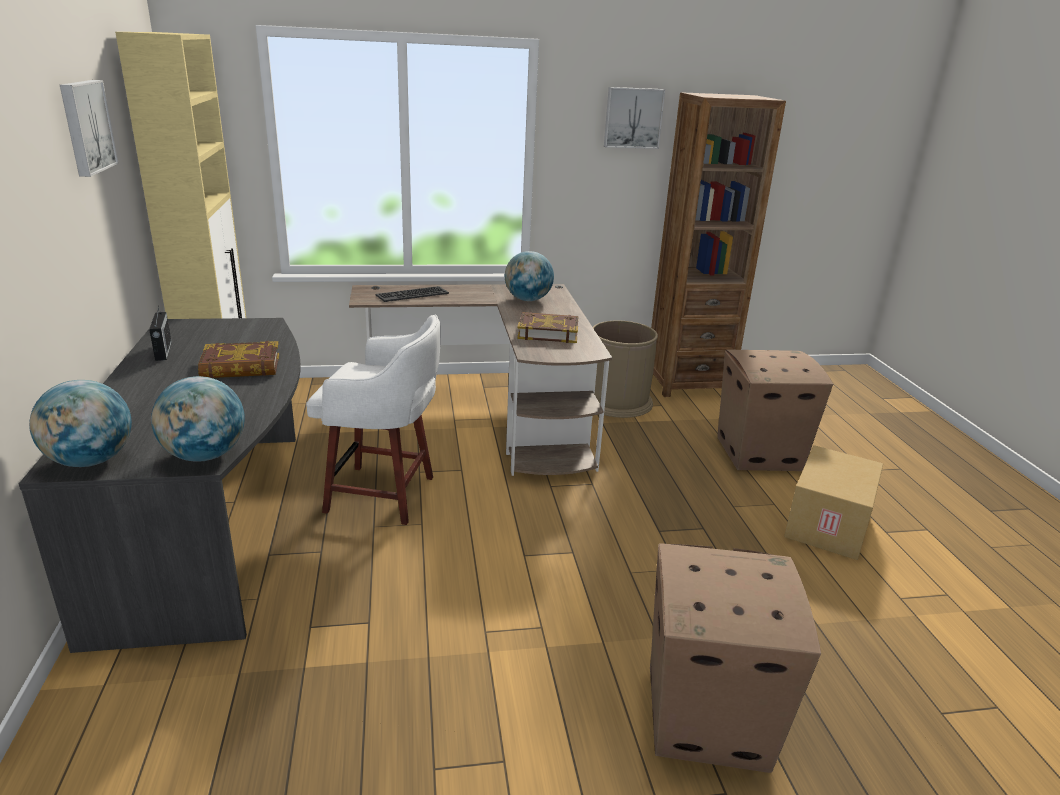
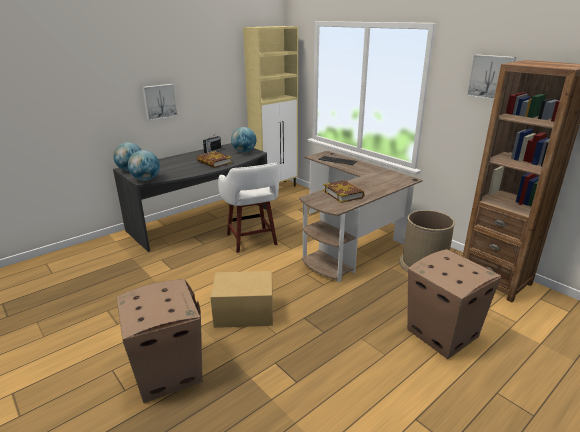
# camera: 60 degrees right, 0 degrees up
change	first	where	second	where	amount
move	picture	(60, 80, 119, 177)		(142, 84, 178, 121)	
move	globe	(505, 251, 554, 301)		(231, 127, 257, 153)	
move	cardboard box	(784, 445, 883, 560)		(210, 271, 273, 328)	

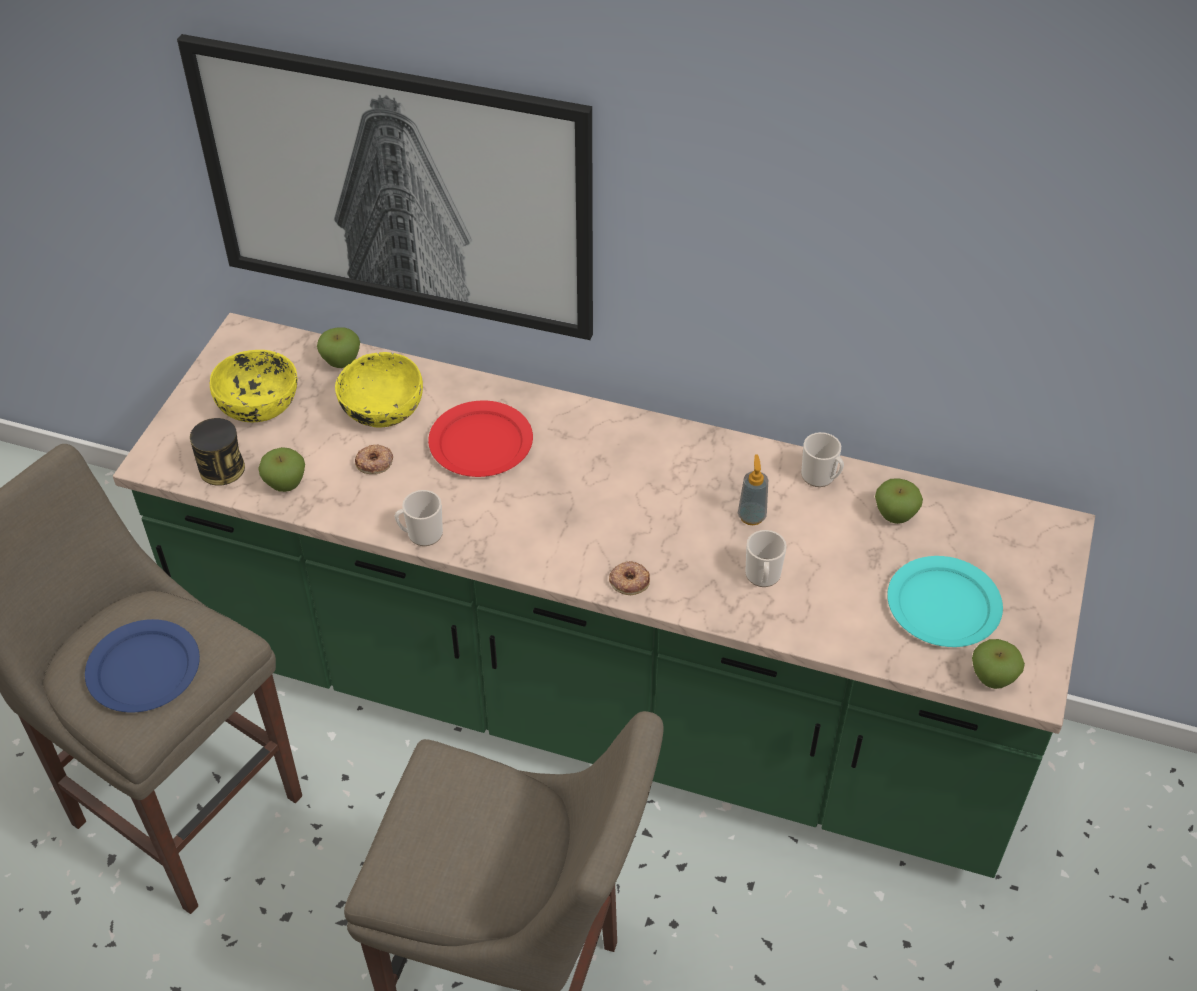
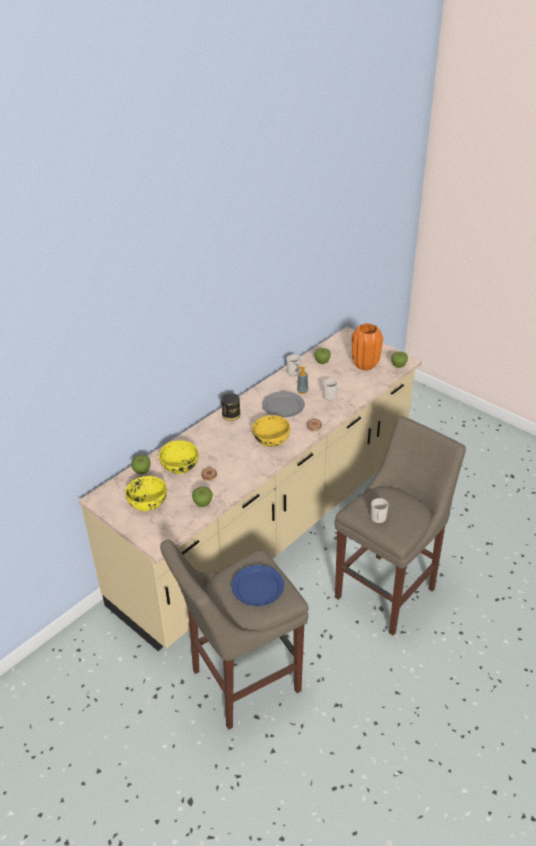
# camera: 65 degrees left, 10 degrees down
change	first	where	second	where	amount
recolor	green counter	(113, 313, 1095, 878)	beige counter	(79, 327, 422, 651)	
delete	picture	(177, 34, 593, 340)			
move	can	(190, 418, 245, 486)		(221, 393, 240, 421)	
move	mug	(395, 490, 443, 546)		(371, 498, 388, 523)	
delete	red plate	(428, 401, 533, 477)			
replace	turquoise plate	(887, 556, 1003, 647)	orange vase	(352, 323, 383, 371)	
insert			yellow bowl	(252, 415, 290, 447)	
insert			grey plate	(262, 391, 305, 418)	

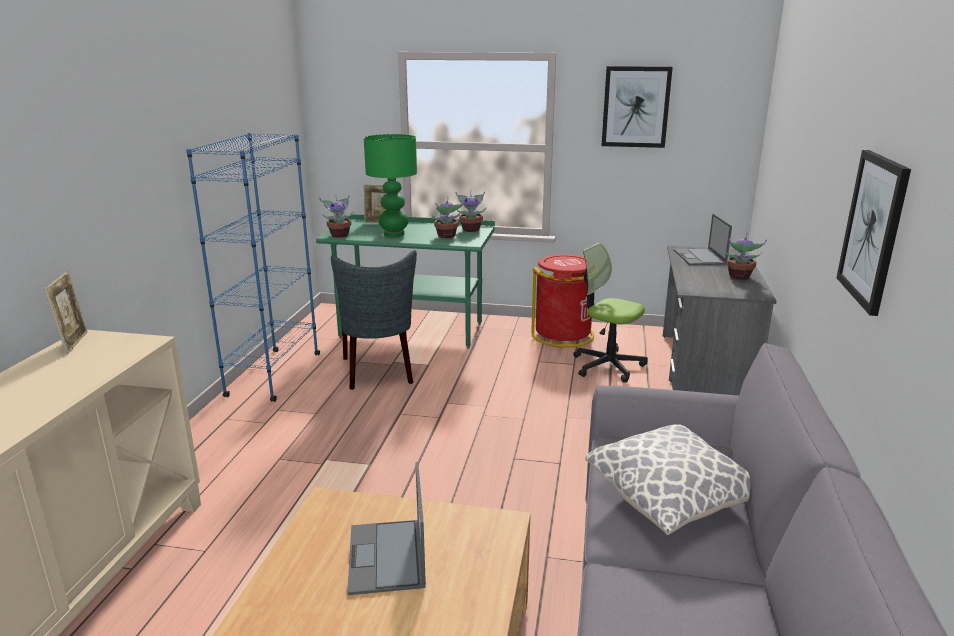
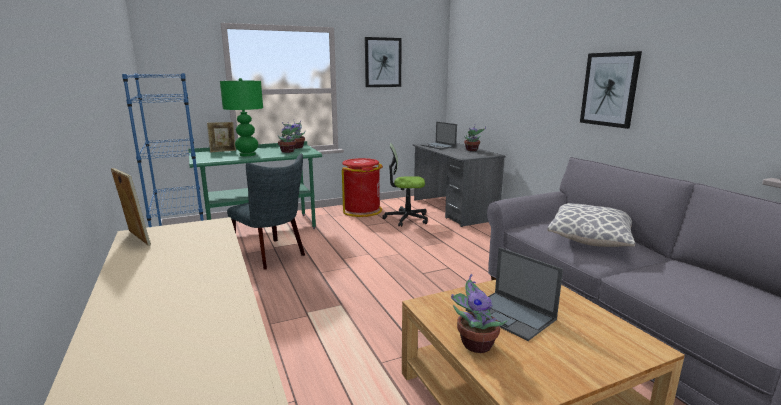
# camera: 35 degrees left, 5 degrees down
change	first	where	second	where	amount
move	potted plant	(319, 195, 354, 238)		(451, 274, 508, 353)	

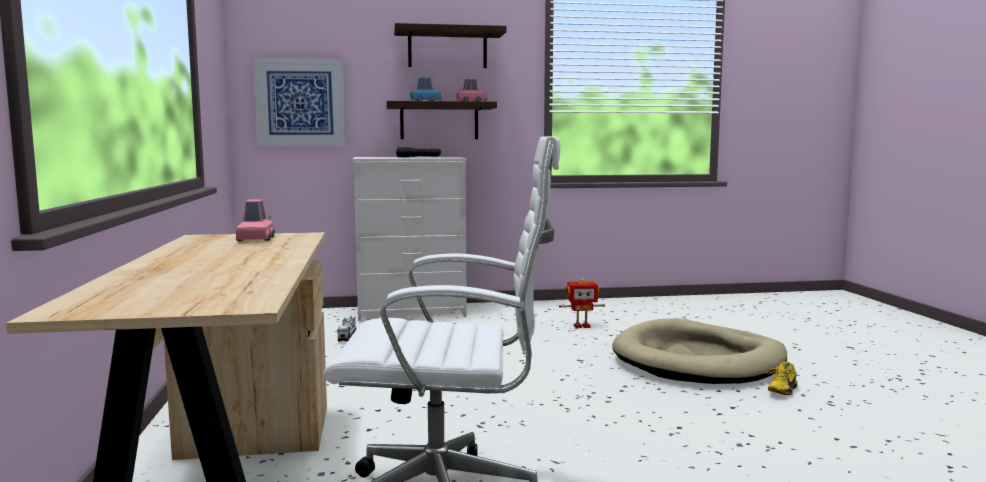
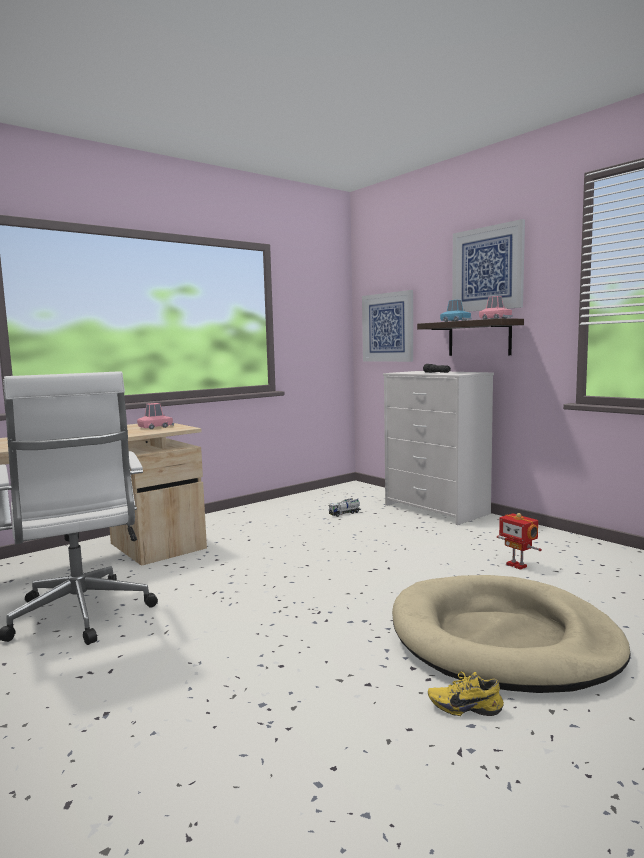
# camera: 60 degrees right, 0 degrees up
change	first	where	second	where	amount
replace	shelf	(394, 23, 506, 68)	picture	(452, 219, 525, 312)	

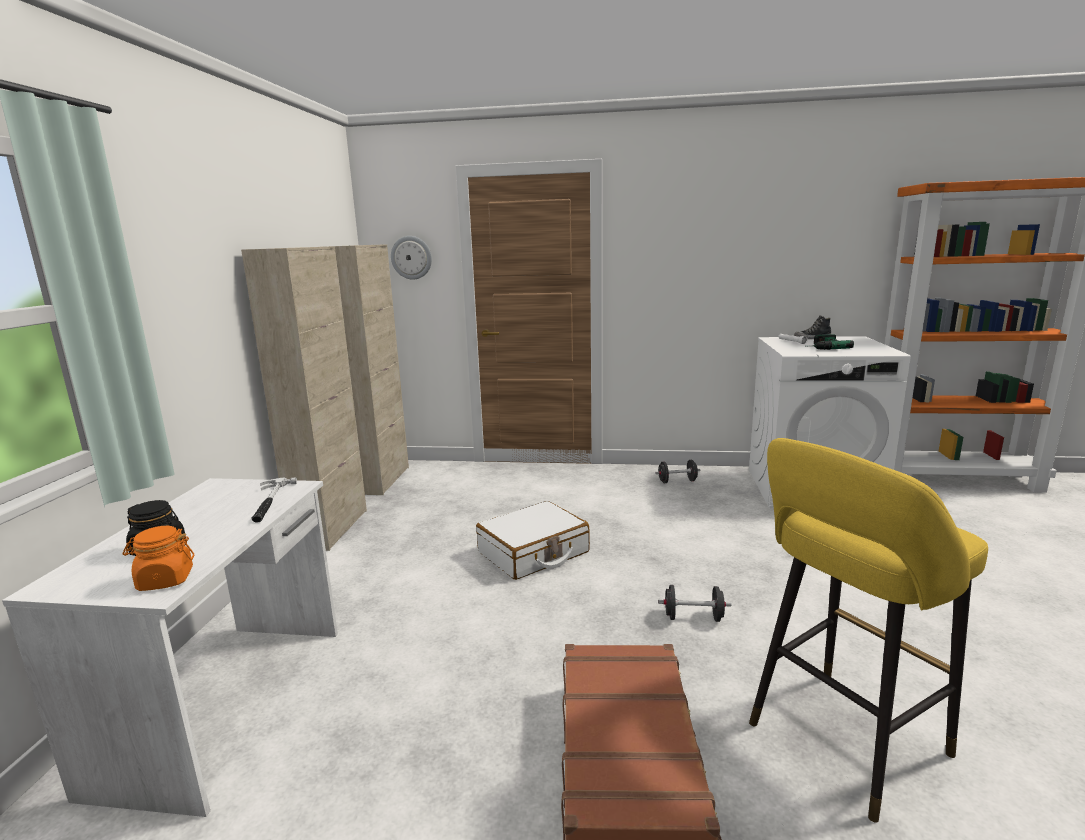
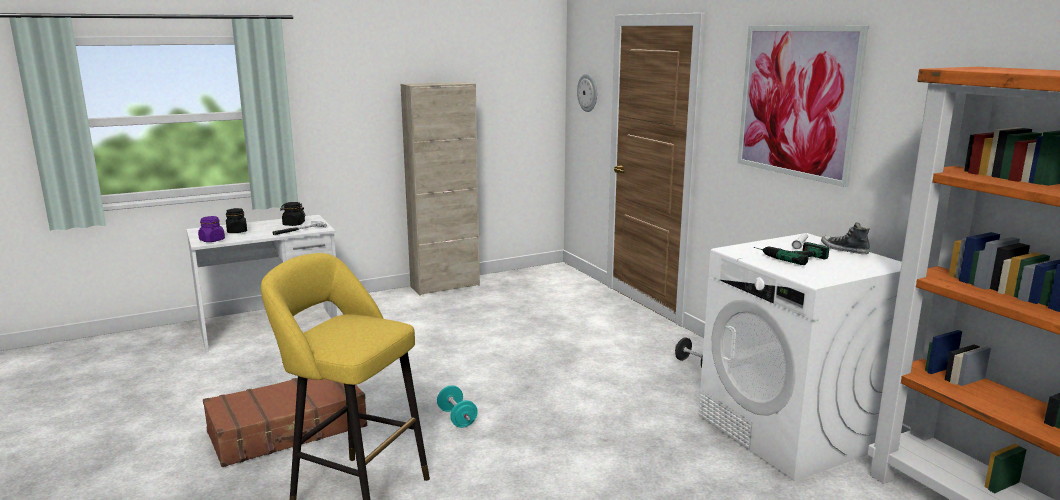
# camera: 55 degrees right, 0 degrees up
change	first	where	second	where	amount
recolor	orange jar	(123, 526, 194, 591)	purple jar	(198, 216, 225, 242)	
delete	beige cabinet	(325, 244, 409, 495)			
delete	white suitcase	(476, 501, 590, 580)			
recolor	black dumbbell	(658, 585, 731, 622)	turquoise dumbbell	(437, 385, 478, 428)	
insert			black jar	(280, 202, 306, 226)	
insert			picture	(738, 26, 868, 187)	

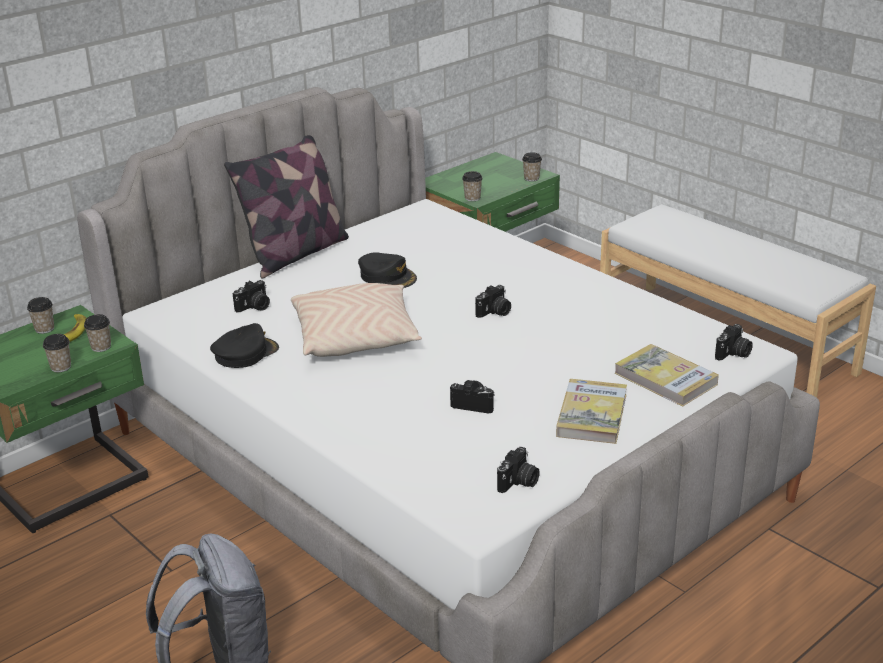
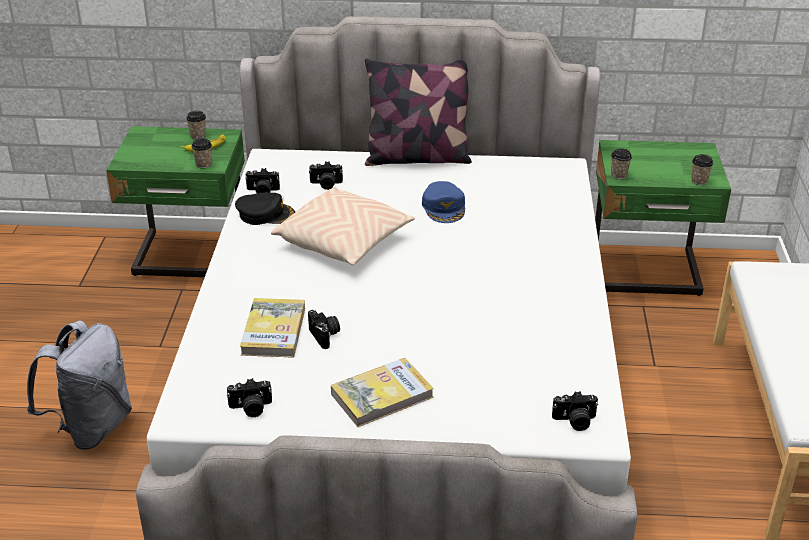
# camera: 45 degrees right, 5 degrees up
change	first	where	second	where	amount
delete	cup	(43, 334, 71, 372)			
recolor	black cap	(358, 252, 417, 288)	blue cap	(422, 181, 465, 223)	
move	photo camera	(475, 285, 511, 318)		(245, 168, 280, 193)	
move	book	(615, 344, 719, 407)		(240, 298, 305, 358)	

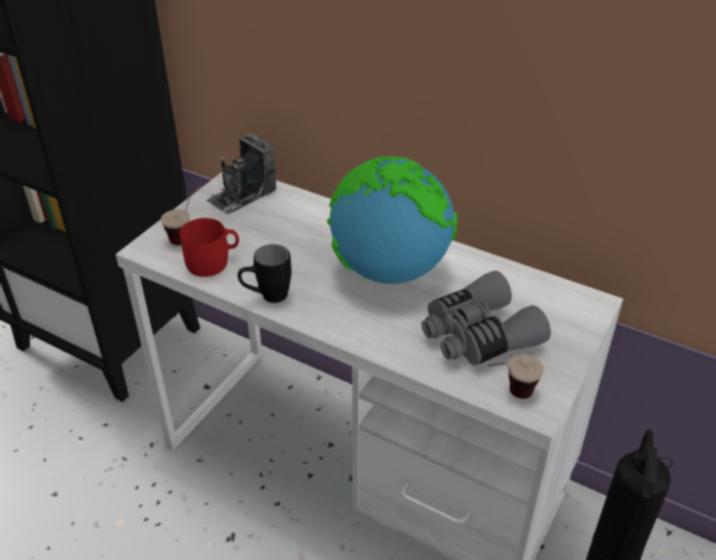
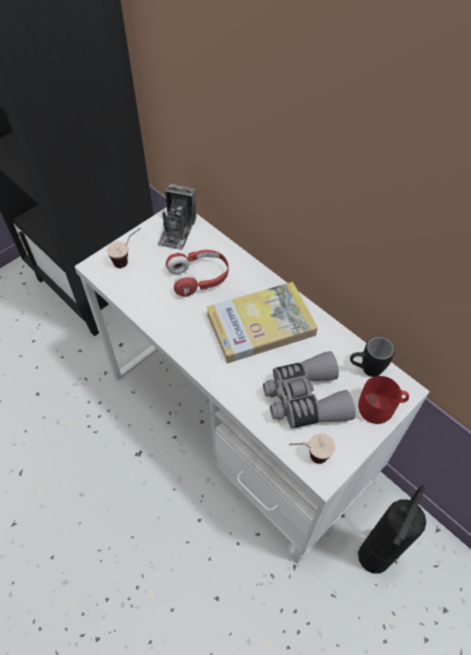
# camera: 15 degrees right, 15 degrees up
change	first	where	second	where	amount
move	red mug	(179, 218, 239, 277)		(358, 376, 409, 424)	
rotate	photo camera	(206, 134, 276, 214)		(157, 184, 196, 250)	45 degrees counterclockwise
move	black mug	(238, 244, 292, 303)		(350, 336, 395, 377)	
replace	globe	(327, 156, 457, 284)	book	(206, 282, 318, 363)	
insert			red headphones	(166, 250, 229, 297)	

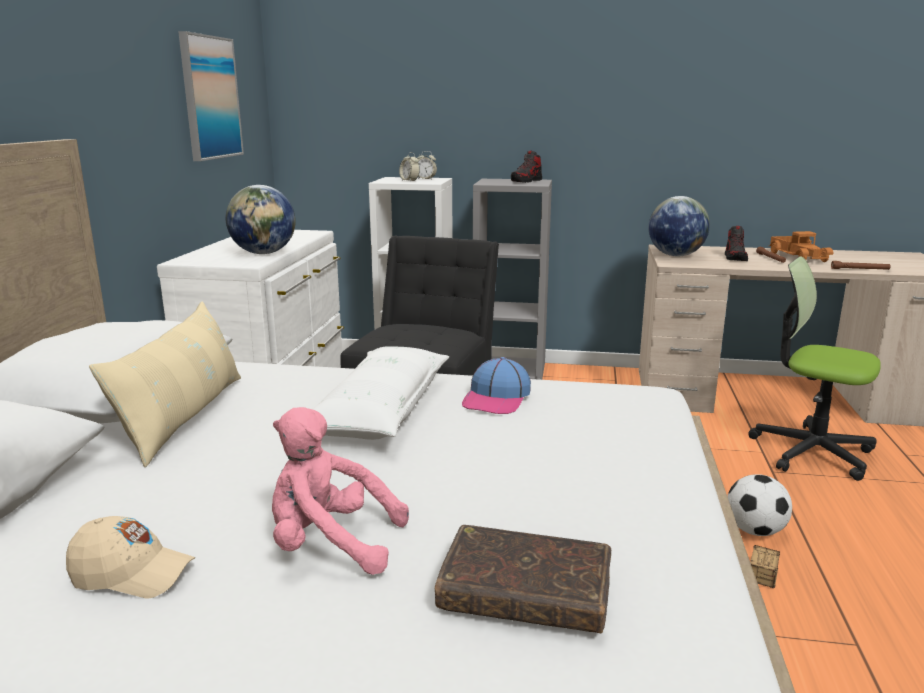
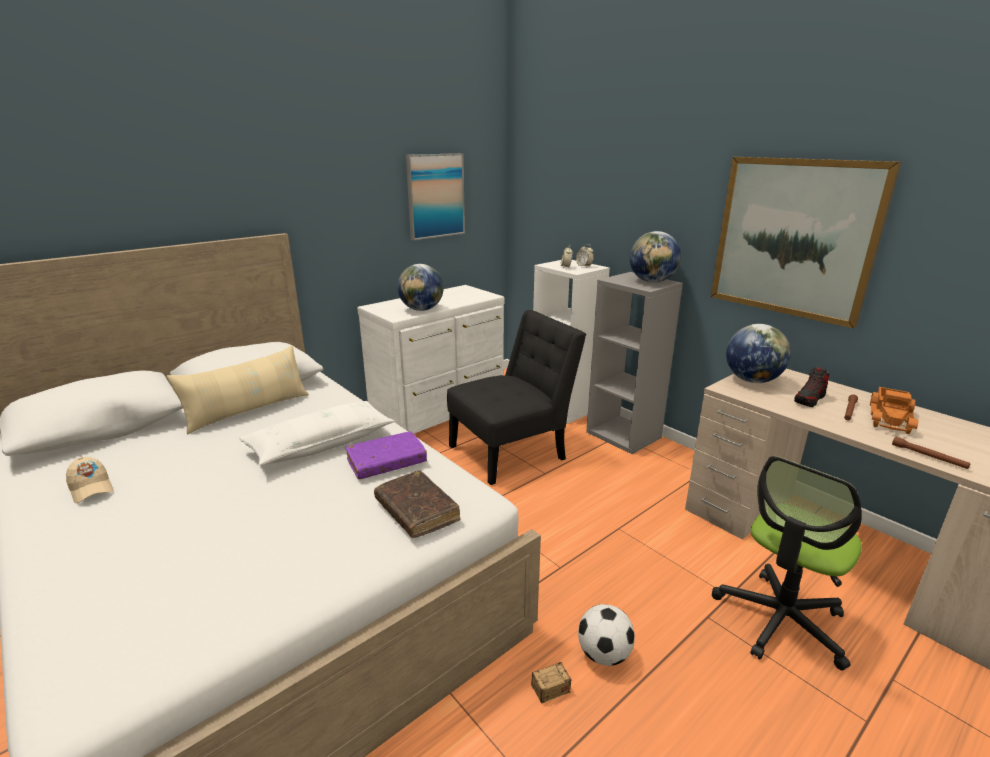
# camera: 40 degrees right, 5 degrees up
change	first	where	second	where	amount
delete	pink plush toy	(272, 407, 409, 575)			
move	brown book	(435, 525, 611, 633)		(374, 470, 460, 538)	
replace	cap	(462, 357, 531, 414)	purple book	(345, 431, 427, 479)	
replace	shoe	(511, 151, 542, 183)	globe	(630, 231, 681, 283)	
rotate	office chair	(748, 256, 881, 481)		(712, 456, 862, 671)	120 degrees counterclockwise
insert			picture	(711, 157, 901, 329)	

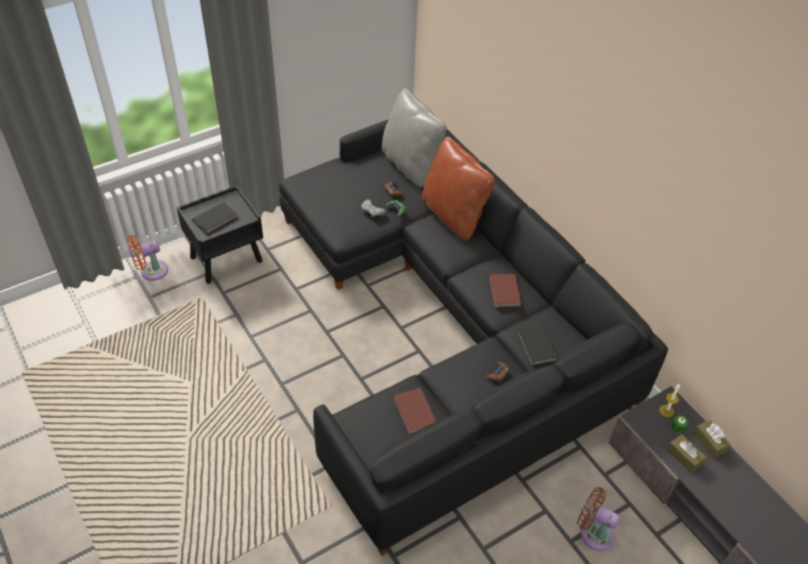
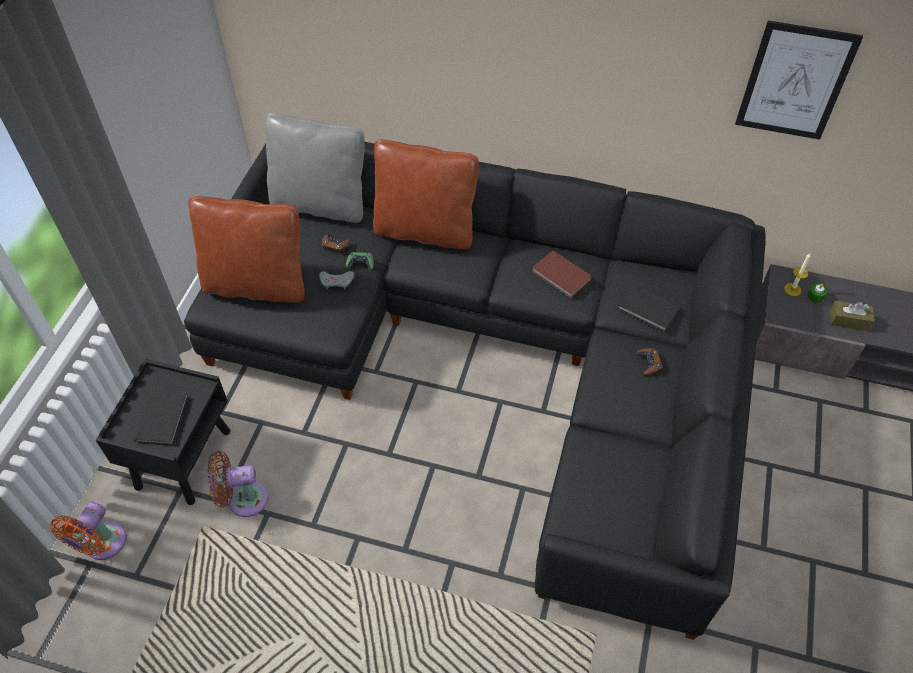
# camera: 40 degrees left, 5 degrees up
change	first	where	second	where	amount
delete	brown book	(394, 388, 436, 434)			
move	brown fan	(577, 487, 620, 551)		(208, 451, 269, 517)	
delete	brown tissue box	(694, 420, 731, 458)			
insert			brown pillow	(188, 196, 305, 303)	
insert			picture	(735, 21, 863, 140)	

